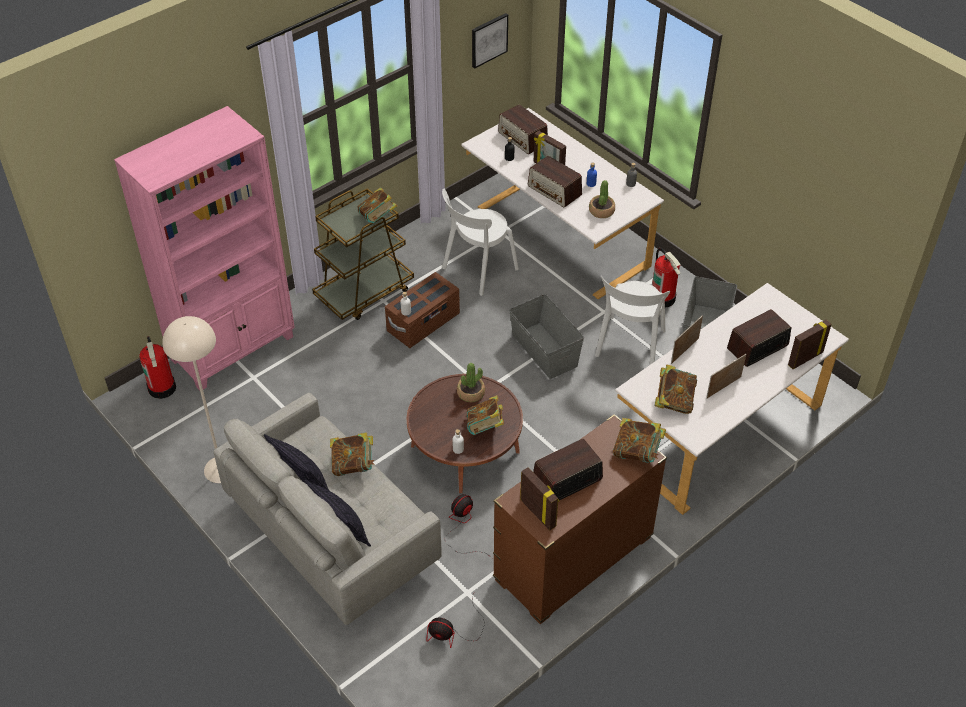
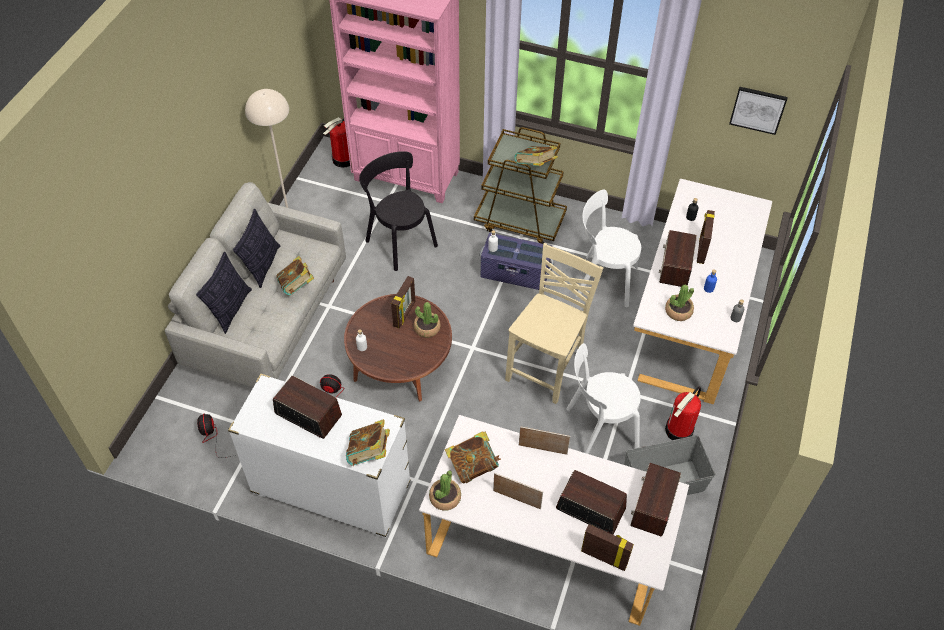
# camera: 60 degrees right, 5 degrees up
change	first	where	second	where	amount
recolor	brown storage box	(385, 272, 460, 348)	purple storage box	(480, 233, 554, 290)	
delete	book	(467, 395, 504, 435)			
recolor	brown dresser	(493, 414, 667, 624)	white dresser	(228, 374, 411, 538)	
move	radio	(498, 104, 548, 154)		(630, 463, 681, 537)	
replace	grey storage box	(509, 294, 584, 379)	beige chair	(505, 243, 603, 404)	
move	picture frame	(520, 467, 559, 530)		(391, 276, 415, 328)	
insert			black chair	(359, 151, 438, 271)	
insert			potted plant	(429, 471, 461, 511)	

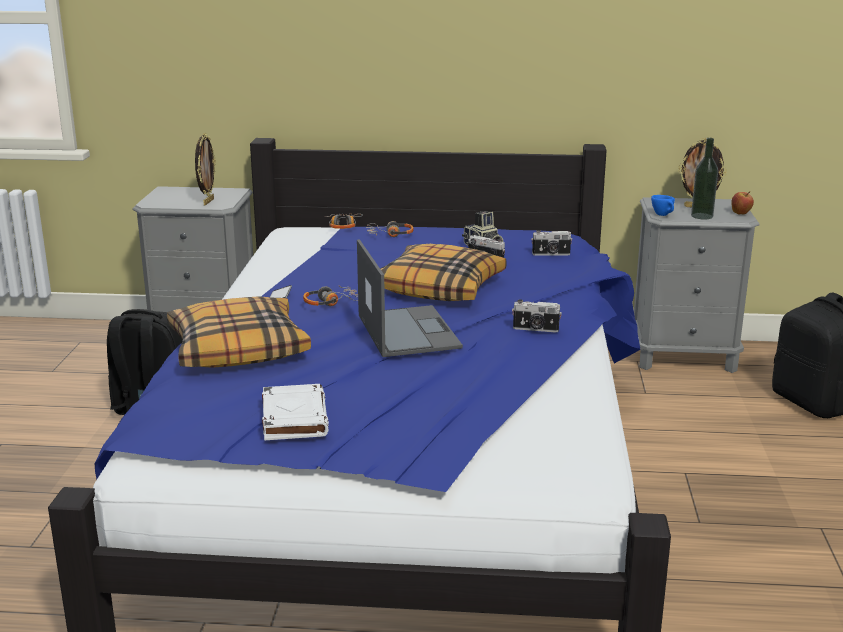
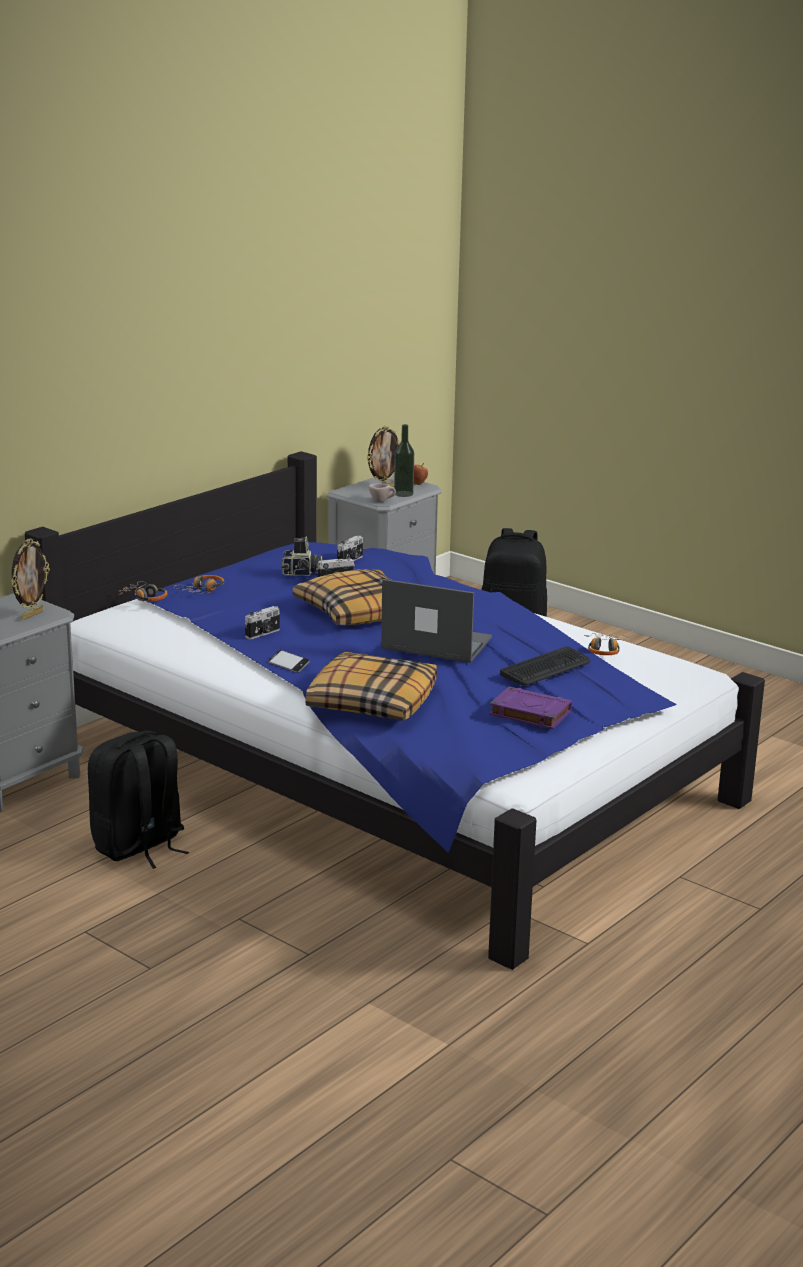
# camera: 55 degrees left, 0 degrees up
change	first	where	second	where	amount
rotate	picture frame	(195, 133, 216, 205)		(11, 538, 50, 620)	75 degrees clockwise
recolor	white book	(262, 384, 329, 441)	purple book	(489, 687, 572, 729)	
move	headphones	(303, 286, 358, 306)		(584, 633, 629, 655)	
move	photo camera	(512, 299, 562, 333)		(245, 606, 280, 639)	
recolor	blue cup	(651, 195, 675, 216)	beige cup	(369, 483, 396, 502)	
insert			keyboard	(500, 646, 590, 685)	

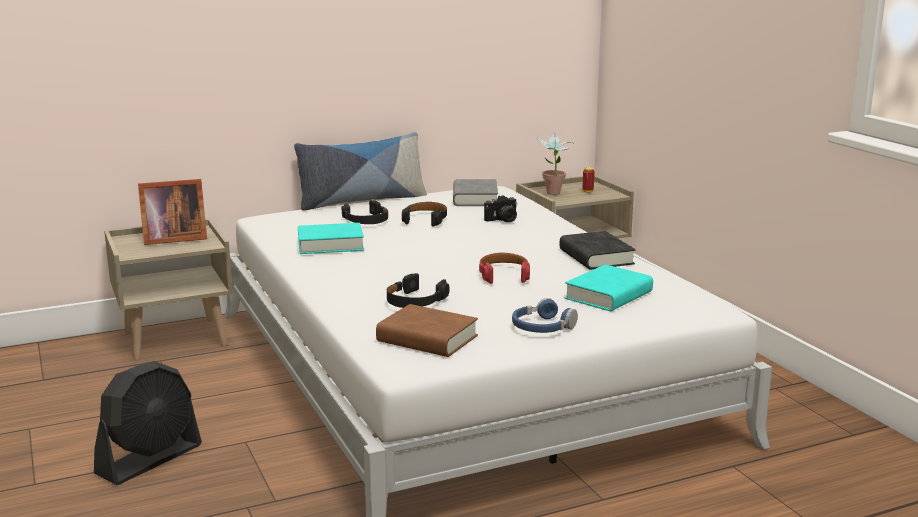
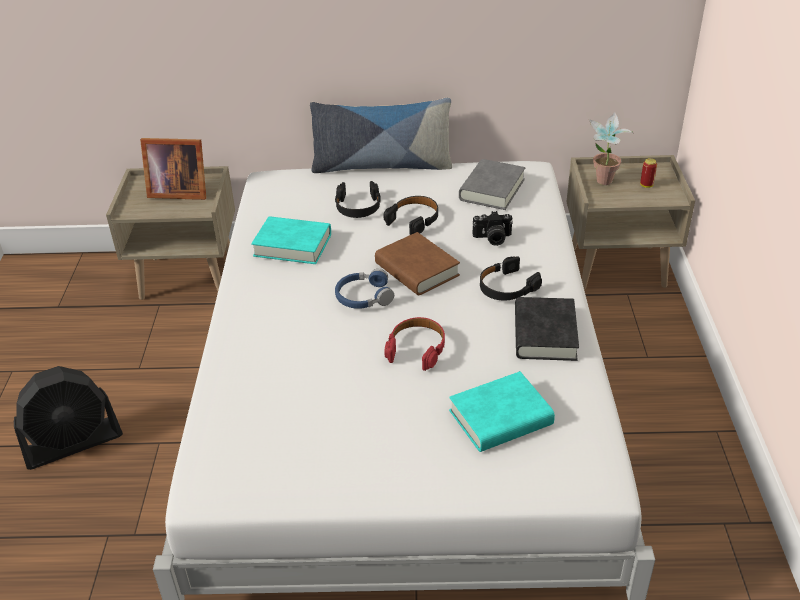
# camera: 25 degrees right, 20 degrees up
change	first	where	second	where	amount
move	brown book	(376, 304, 478, 357)		(375, 232, 460, 296)	
move	black headphones	(387, 273, 449, 308)		(480, 256, 542, 301)	
move	blue headphones	(512, 298, 578, 333)		(335, 269, 394, 309)	

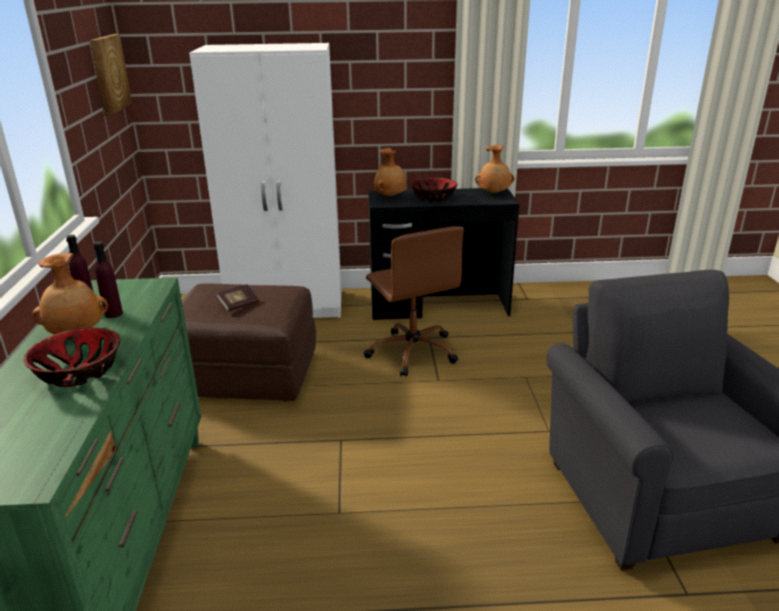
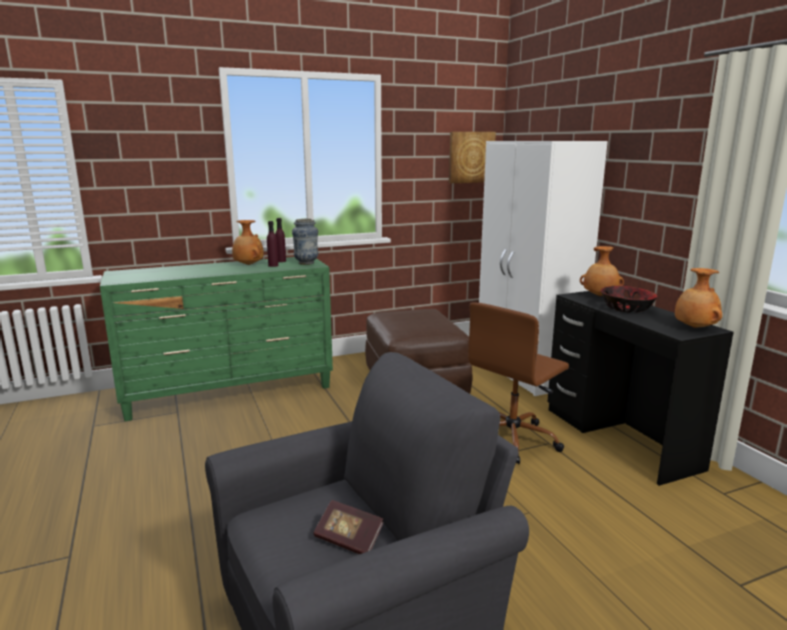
# camera: 70 degrees right, 10 degrees down
change	first	where	second	where	amount
delete	bowl	(24, 328, 120, 387)			
move	book	(216, 284, 259, 312)		(313, 500, 383, 554)	
insert			vase	(292, 219, 318, 265)	

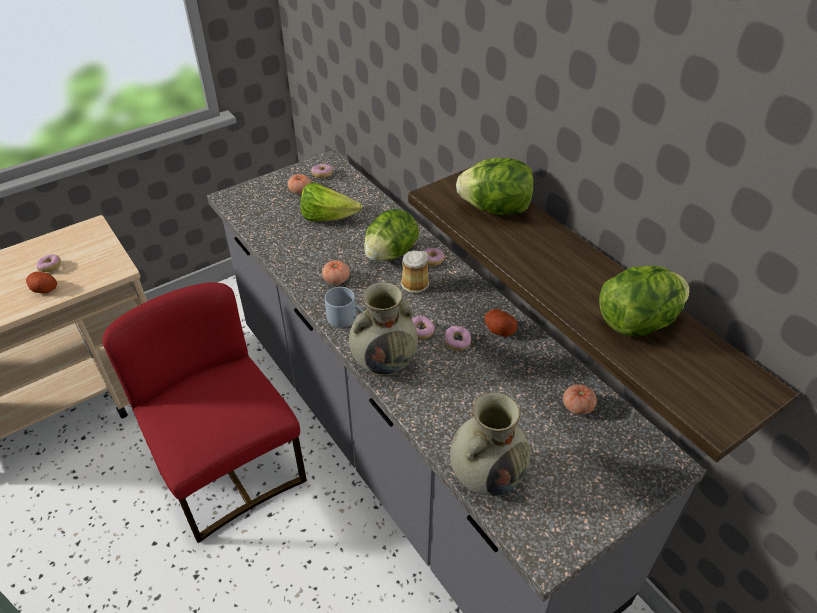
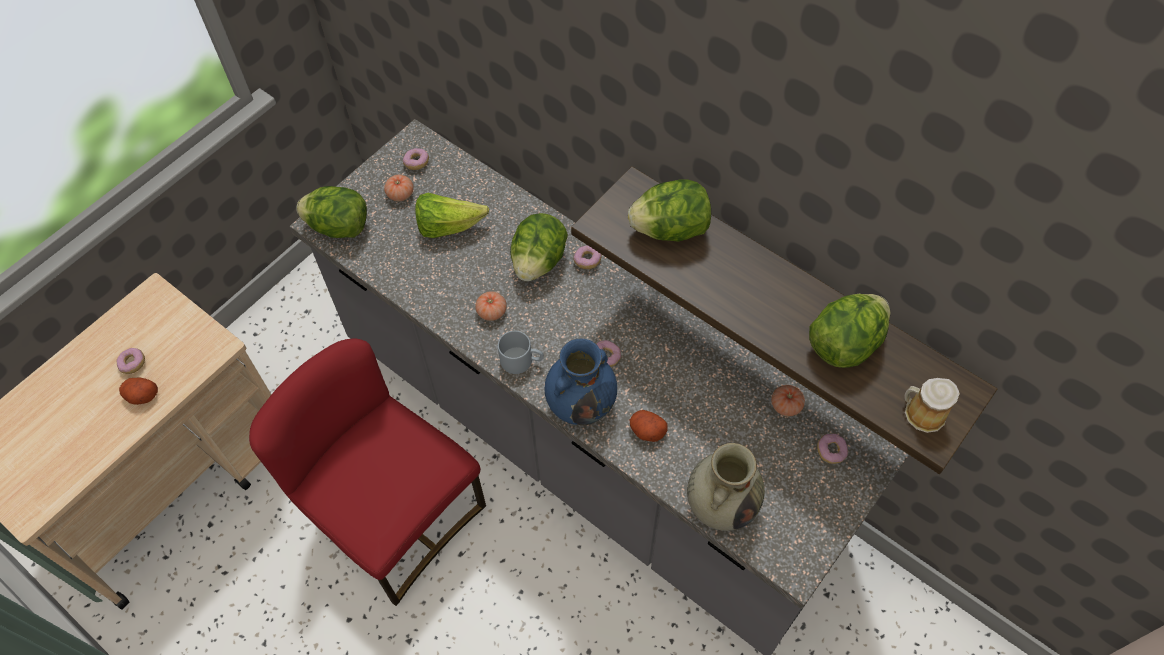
# camera: 15 degrees left, 15 degrees up
change	first	where	second	where	amount
recolor	beige vase	(349, 282, 418, 377)	blue vase	(545, 339, 617, 425)	
move	mug	(401, 251, 429, 293)		(904, 378, 960, 433)	
move	donut	(444, 326, 471, 351)		(817, 433, 848, 464)	
move	potato	(485, 309, 518, 337)		(630, 410, 668, 442)	
insert			lettuce	(296, 186, 367, 238)	

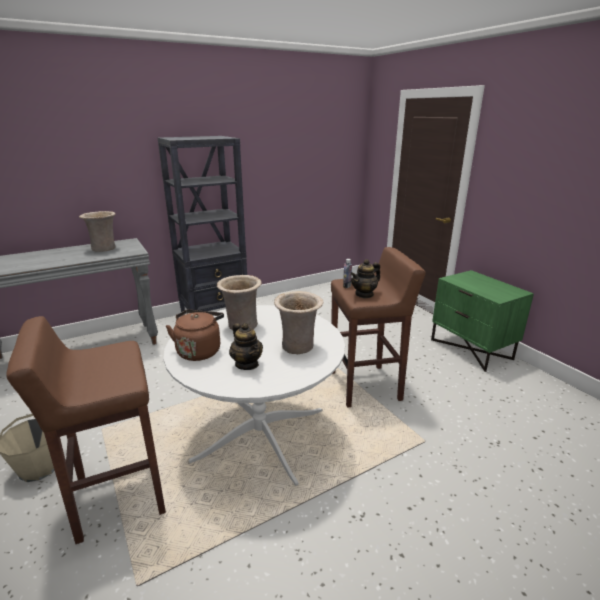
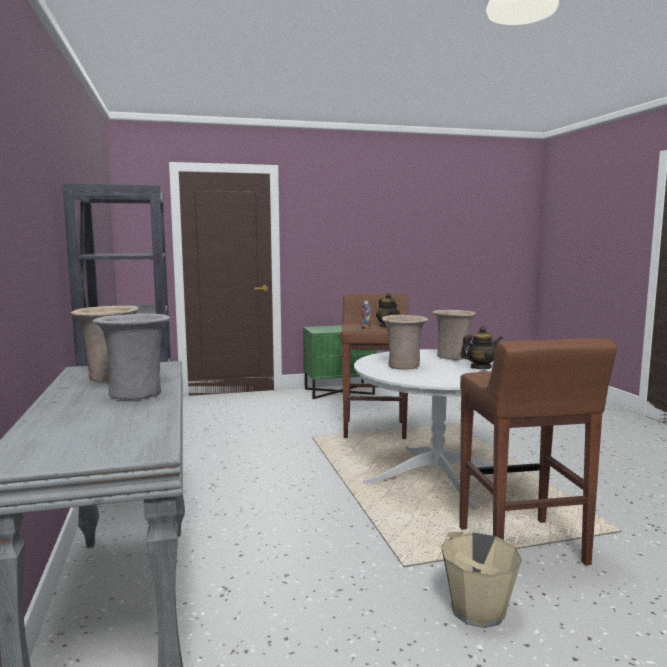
# camera: 75 degrees left, 15 degrees down
change	first	where	second	where	amount
delete	brown kettle	(166, 310, 224, 361)			
insert			grey vase	(92, 313, 170, 400)	

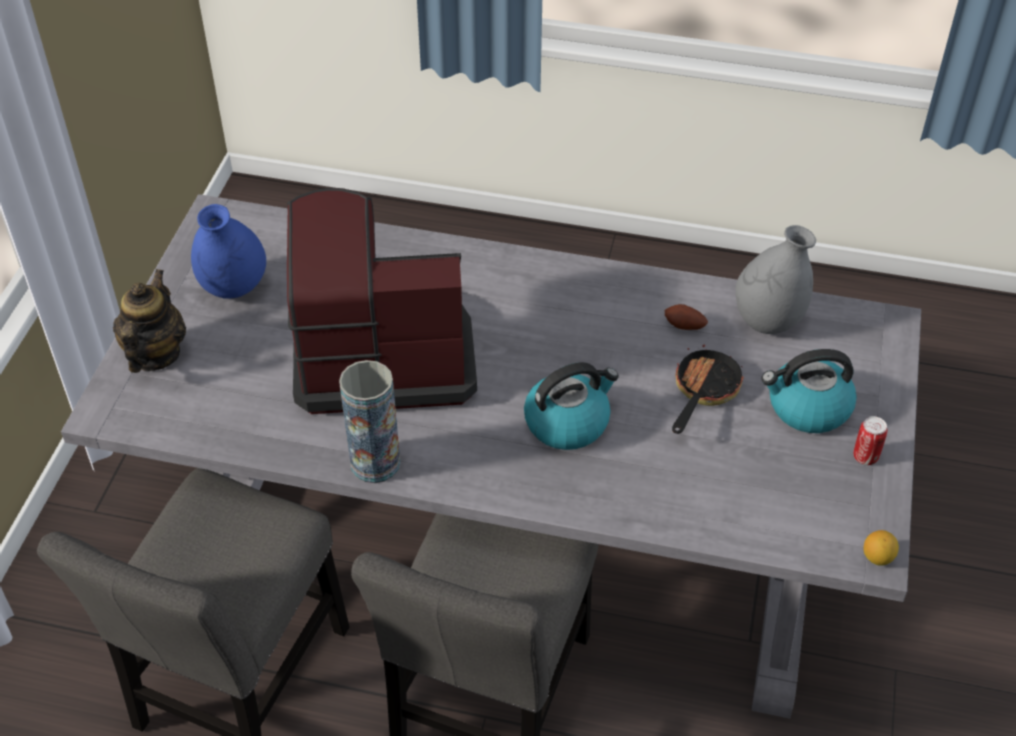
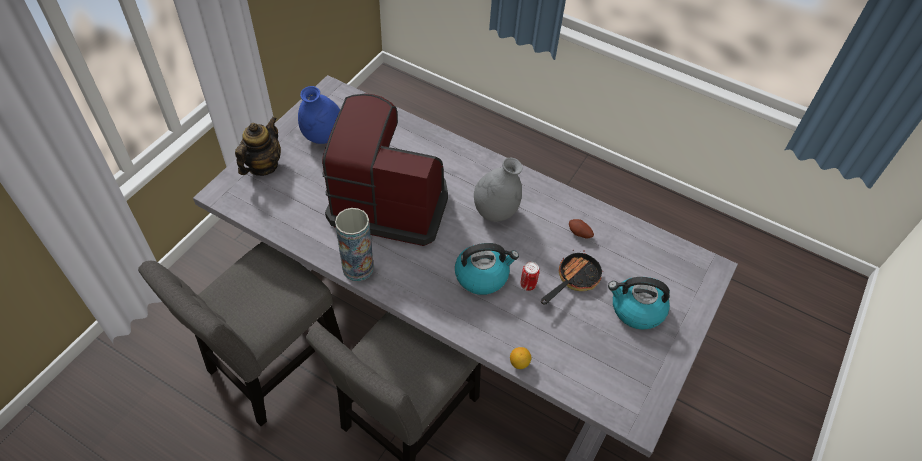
# camera: 15 degrees right, 5 degrees up
change	first	where	second	where	amount
move	grey vase	(735, 225, 816, 334)		(474, 158, 523, 222)	
move	can	(854, 416, 887, 465)		(521, 262, 540, 291)	
move	lemon	(863, 530, 899, 566)		(510, 347, 531, 369)	

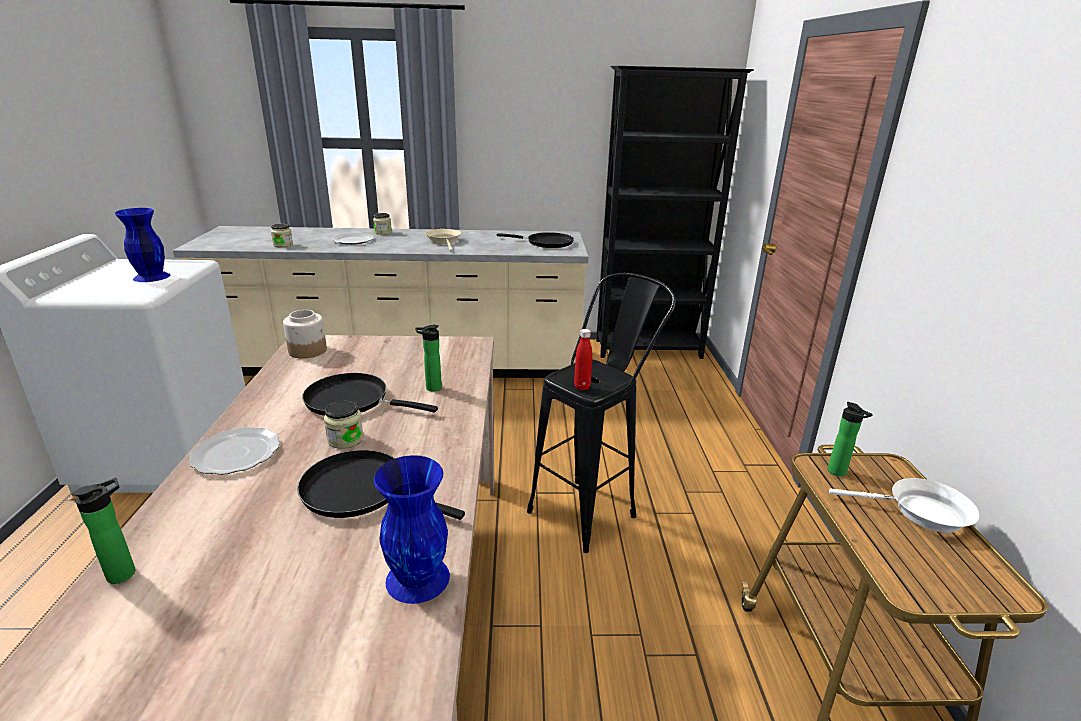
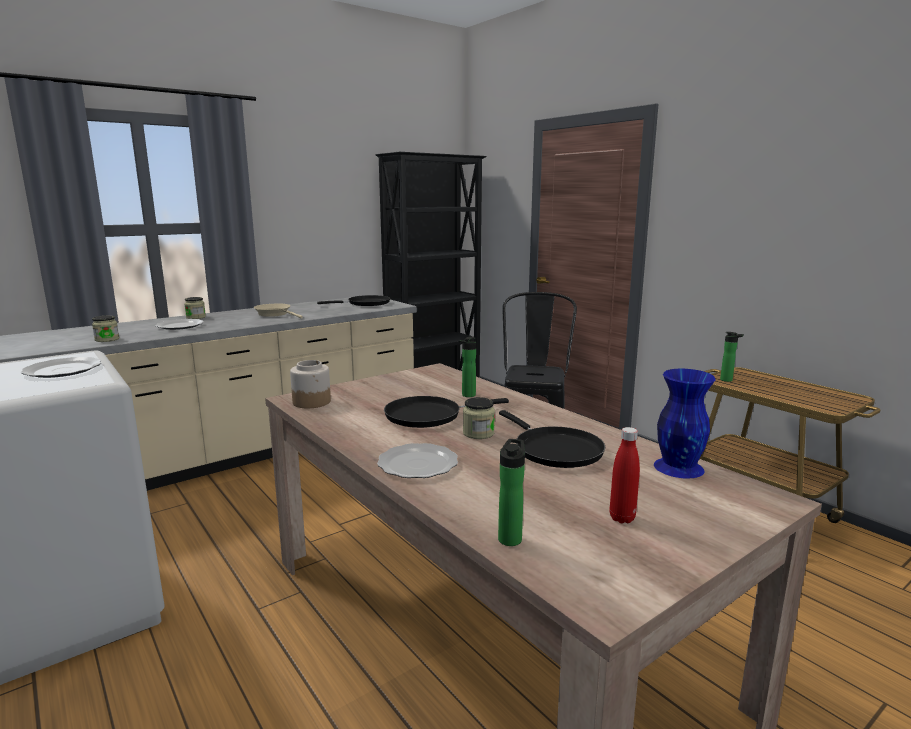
# camera: 35 degrees left, 10 degrees down
change	first	where	second	where	amount
replace	blue vase	(115, 208, 170, 282)	plate	(21, 357, 101, 378)	
rotate	black frying pan	(297, 450, 465, 520)		(499, 410, 605, 468)	105 degrees counterclockwise
move	red bottle	(574, 329, 592, 390)		(610, 427, 640, 523)	
delete	white frying pan	(829, 478, 979, 533)			

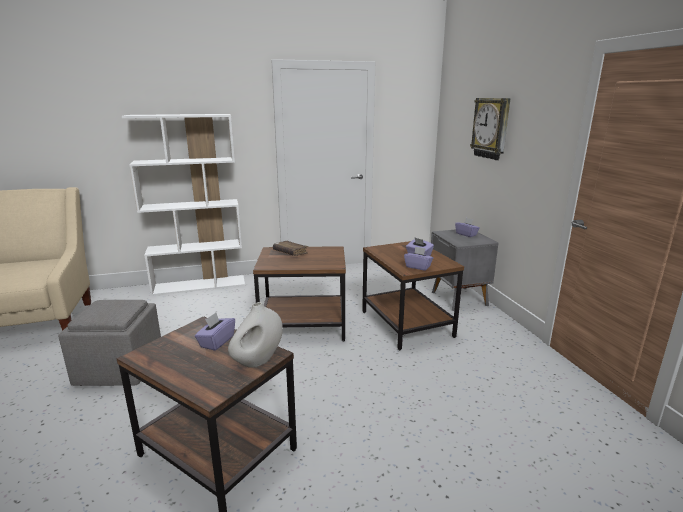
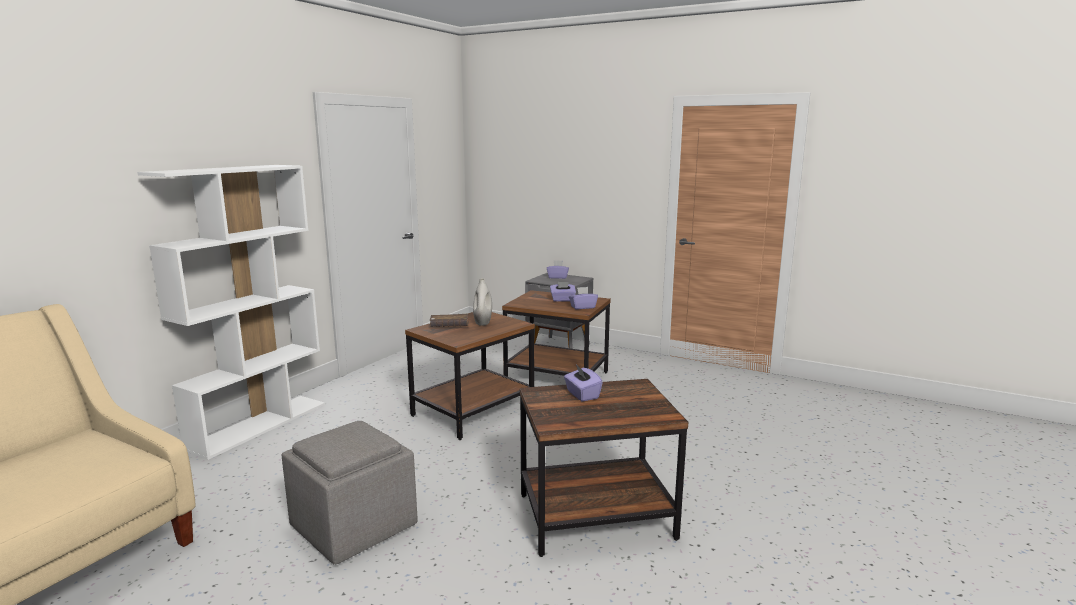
# camera: 45 degrees left, 5 degrees down
change	first	where	second	where	amount
move	white vase	(228, 302, 283, 368)		(473, 278, 492, 326)	
delete	wall clock	(470, 98, 511, 160)			

